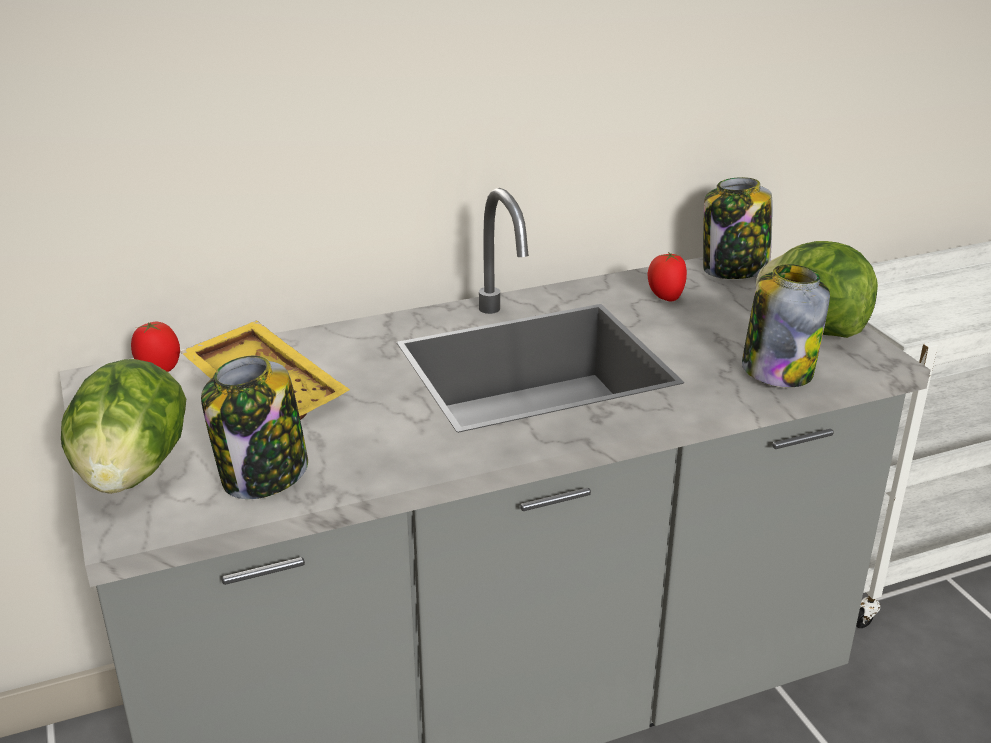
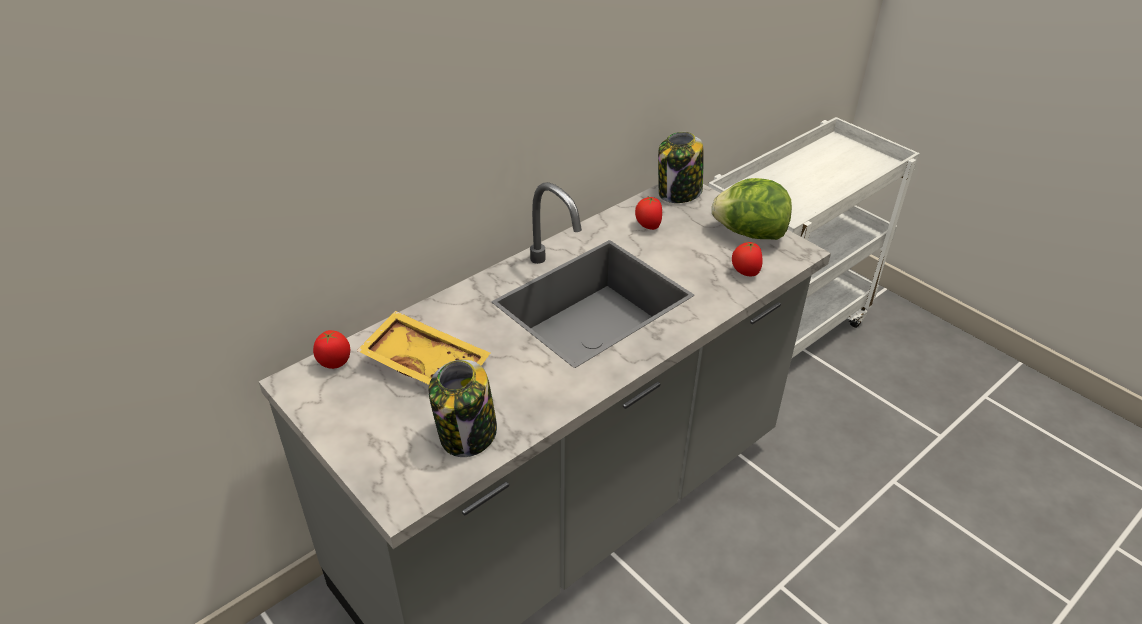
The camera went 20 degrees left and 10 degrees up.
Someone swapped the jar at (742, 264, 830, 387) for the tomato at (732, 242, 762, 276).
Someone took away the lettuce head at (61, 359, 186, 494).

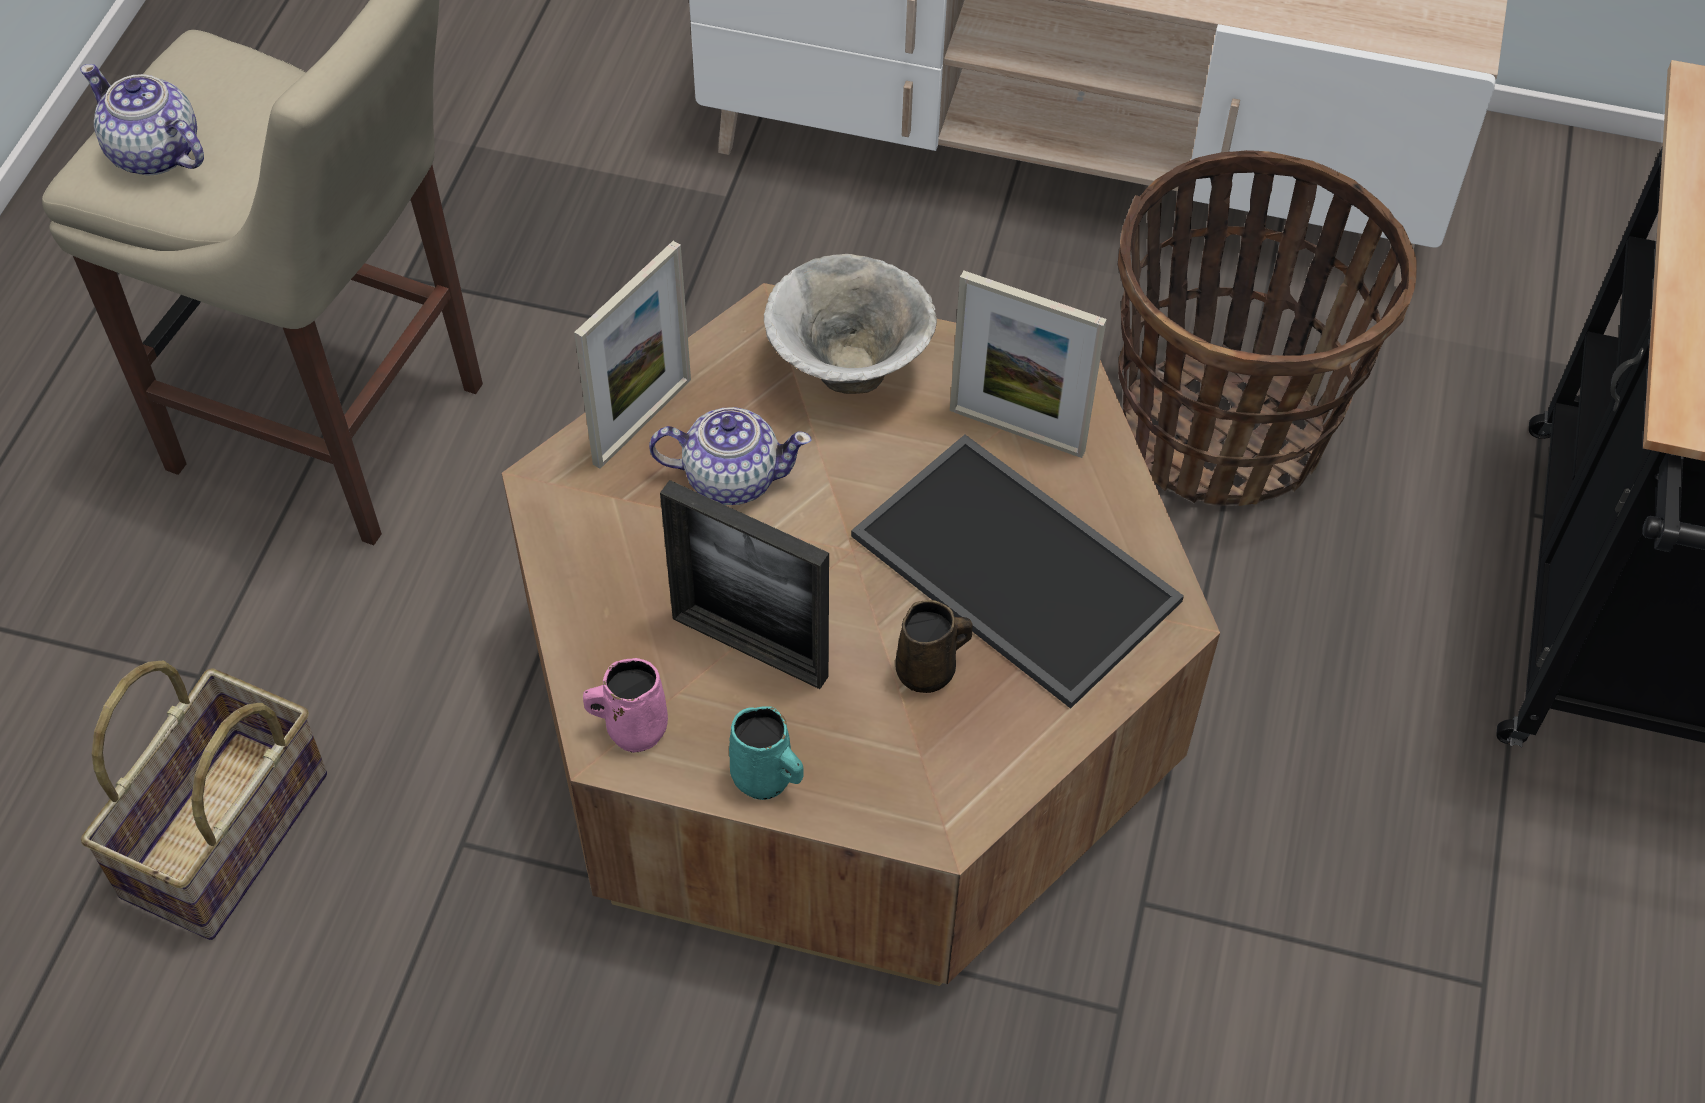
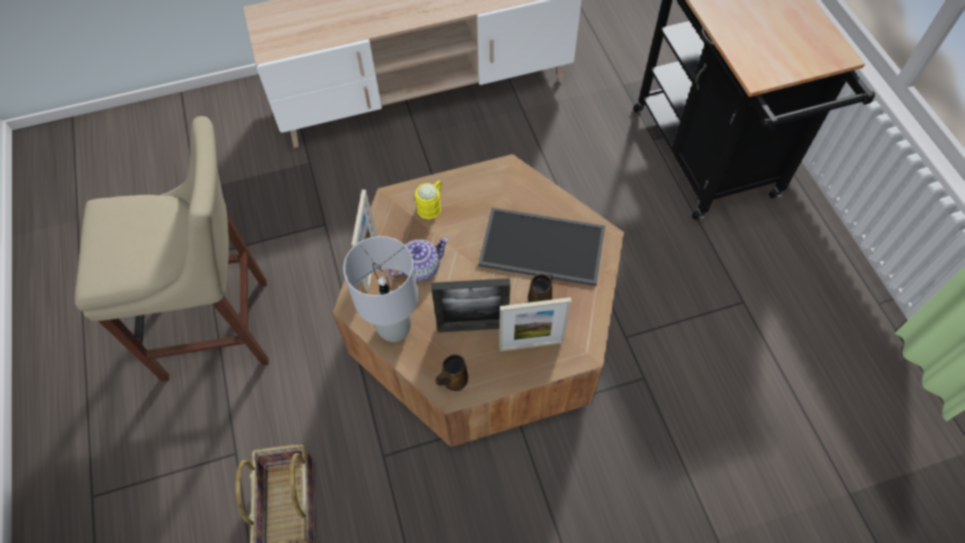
The camera went 30 degrees left and 5 degrees up.
Someone put down the tabletop lamp in greyish at (343, 236, 419, 342).
Someone swapped the deep dish at (764, 254, 937, 394) for the tea mug in yellowish at (415, 181, 442, 220).
Someone repainted the tea mug in pink at (583, 658, 668, 753), which became the tea mug in brown at (436, 354, 468, 391).
Someone carried the standing frame from (950, 271, 1107, 458) to (499, 297, 572, 352).
Someone took away the teapot at (80, 64, 204, 176).
Someone took away the tea mug in turquoise-coloured at (729, 706, 804, 800).
Someone took away the storage basket at (1118, 150, 1416, 506).

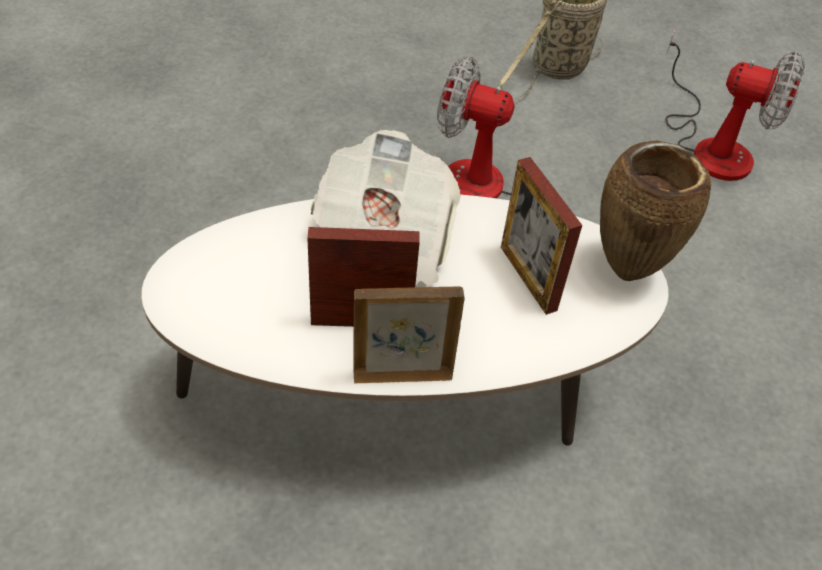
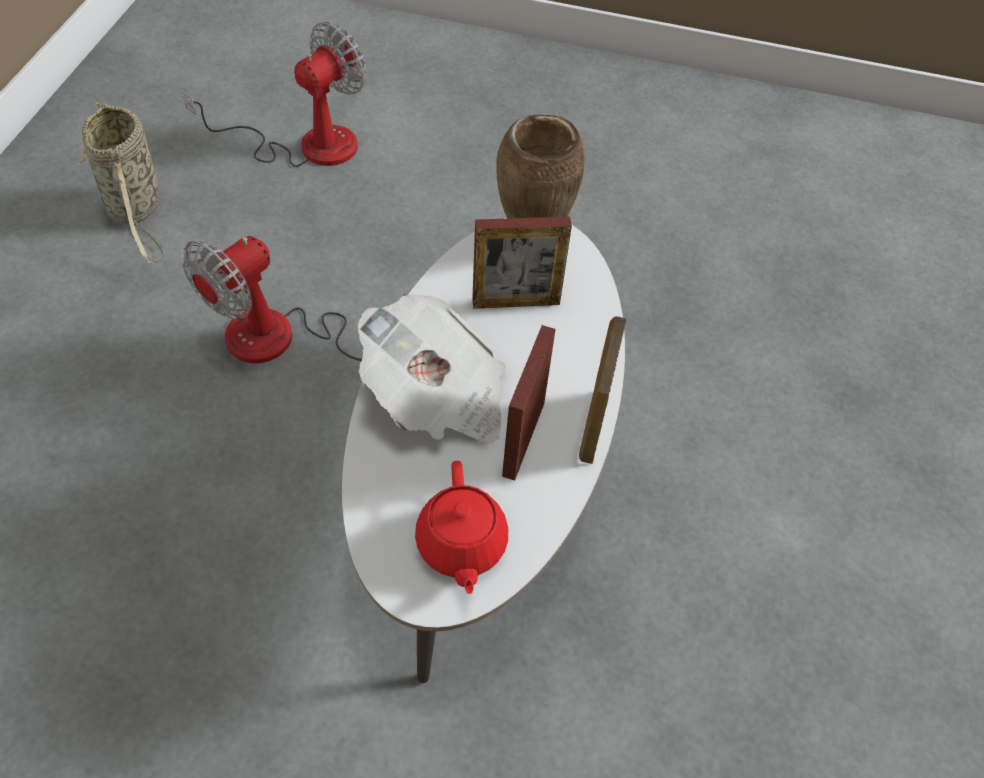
The camera went 70 degrees left and 5 degrees up.
Someone put down the teapot in red at (415, 461, 508, 594).

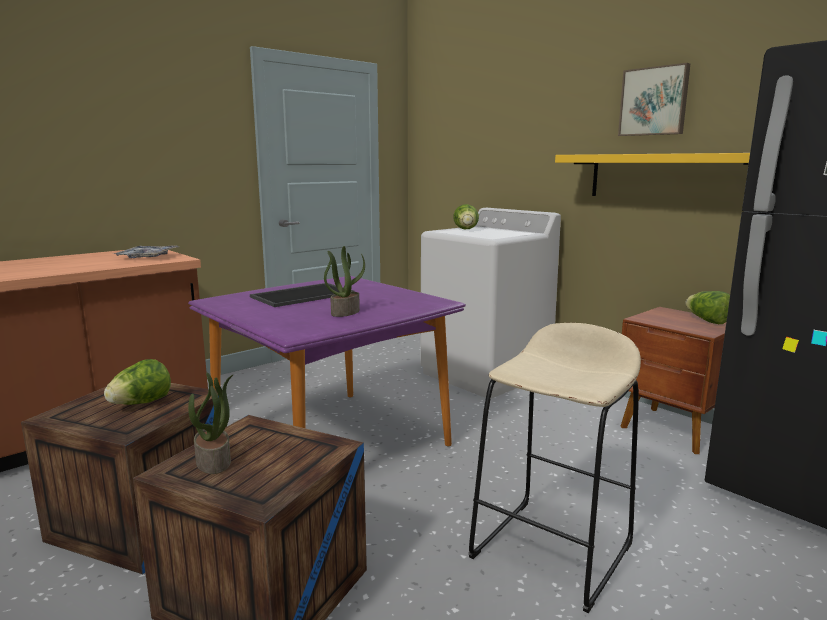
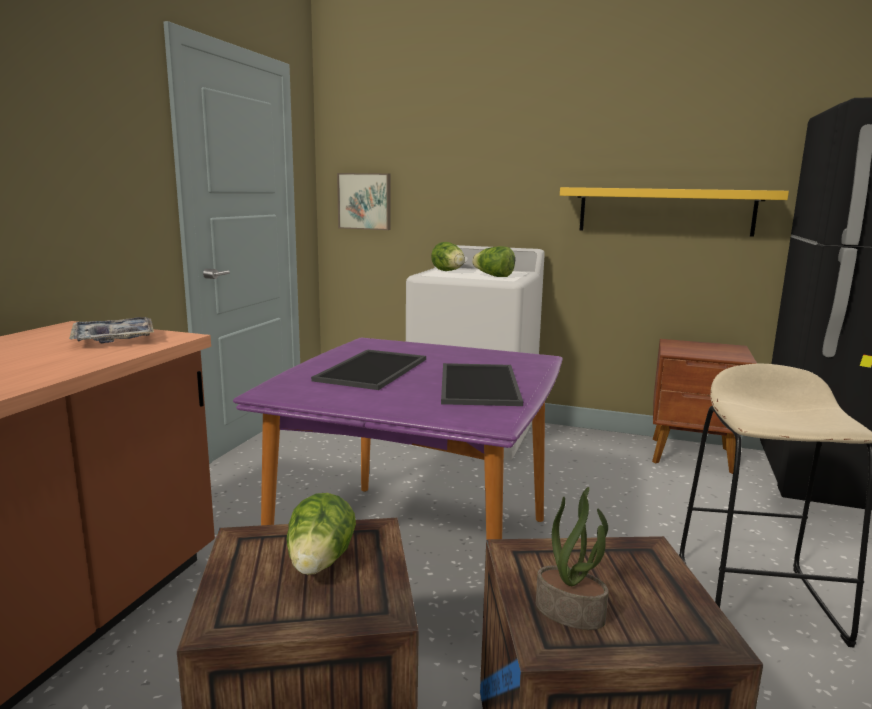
The camera went 30 degrees left and 0 degrees up.
Someone carried the wall picture from (618, 63, 690, 136) to (337, 173, 390, 230).
Someone swapped the houseplant at (324, 246, 365, 317) for the carrying tray at (441, 363, 523, 406).
Someone carried the lettuce head from (685, 291, 730, 324) to (472, 246, 515, 277).

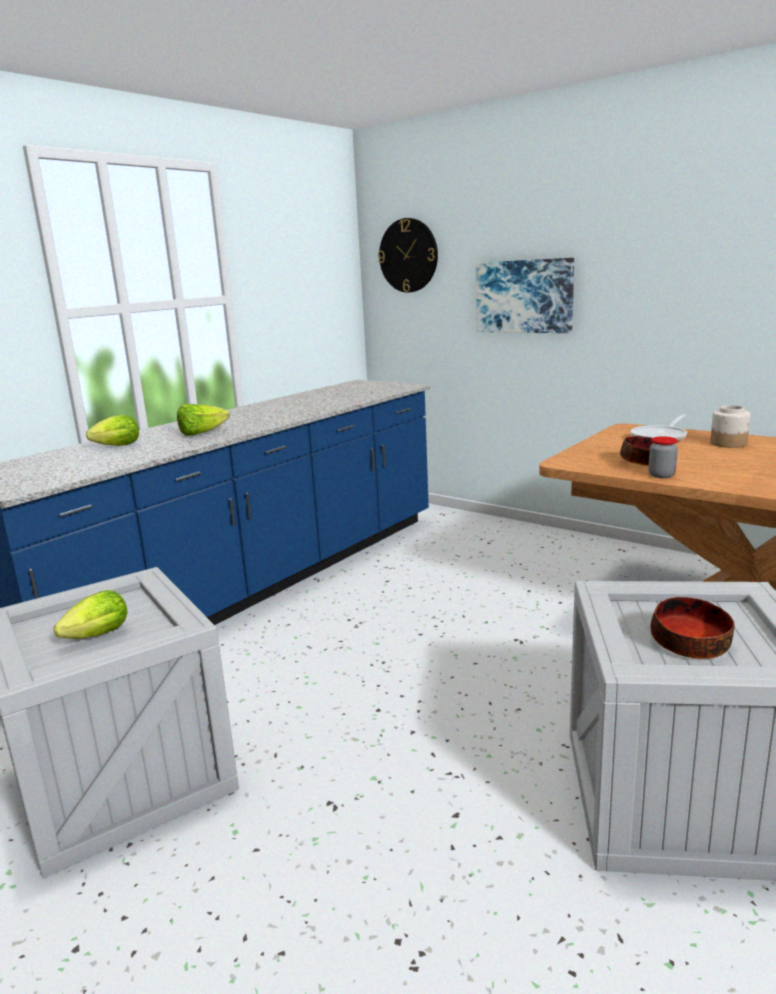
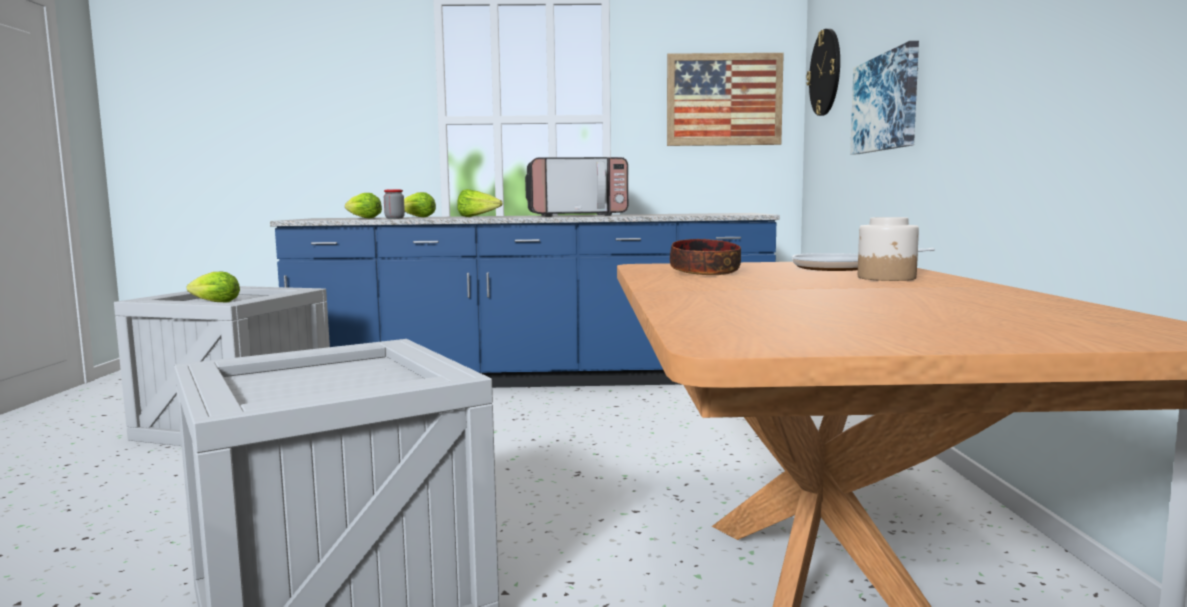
The camera went 50 degrees right and 10 degrees down.
Someone put down the lettuce head at (345, 193, 382, 218).
Someone carried the jar from (648, 436, 678, 478) to (384, 189, 405, 219).
Someone put down the microwave oven at (525, 157, 628, 217).
Someone put up the wall picture at (667, 53, 784, 146).
Someone took away the deep dish at (650, 597, 735, 659).

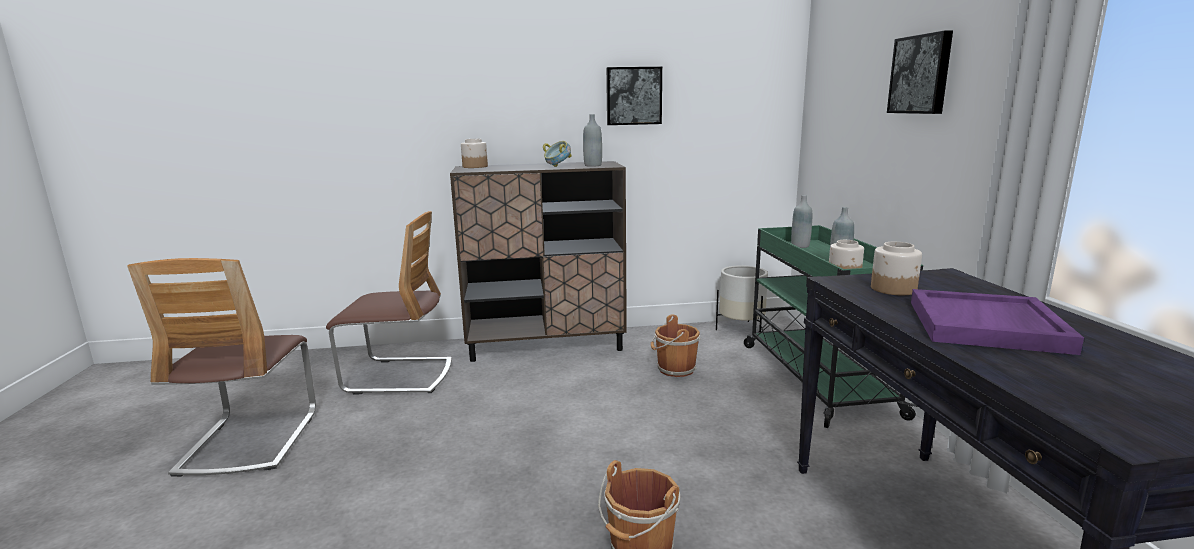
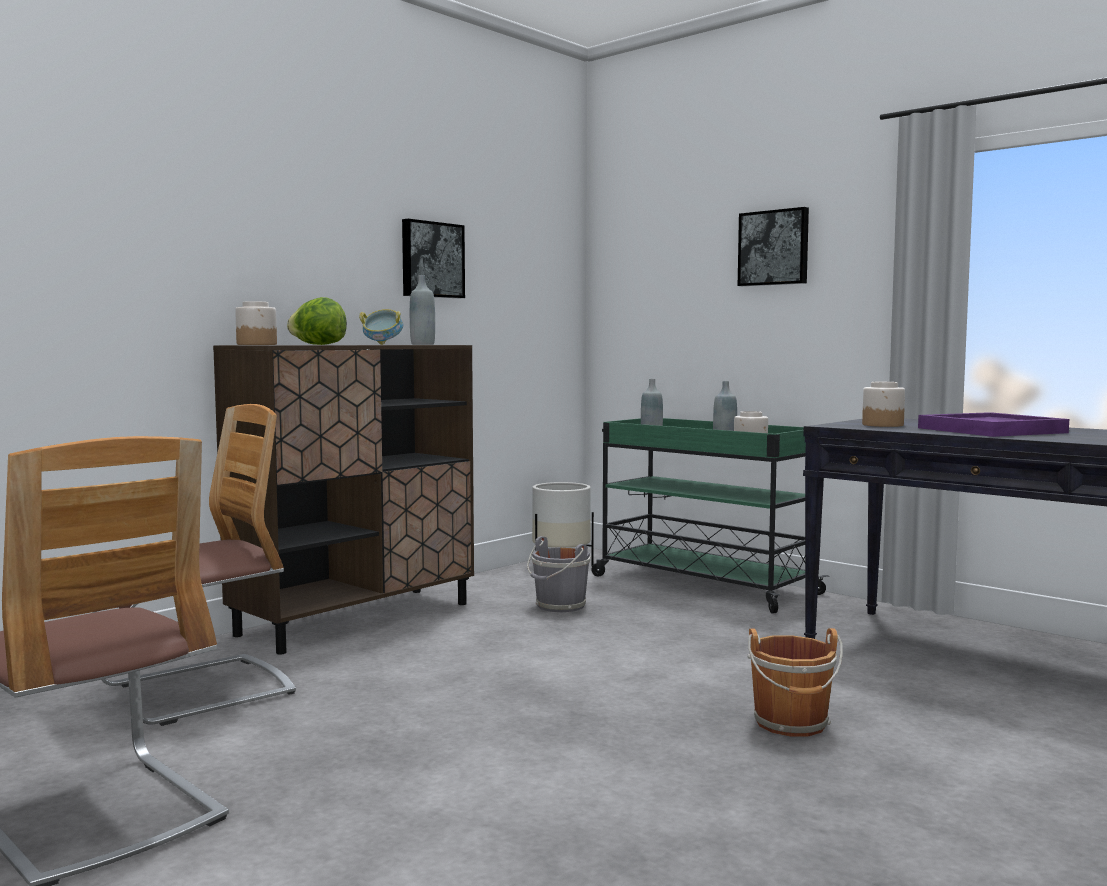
The camera went 40 degrees left and 10 degrees down.
Someone put down the lettuce head at (287, 297, 347, 345).
Someone repainted the water bucket in brown at (651, 315, 701, 377), which became the water bucket in greyish at (527, 536, 591, 612).

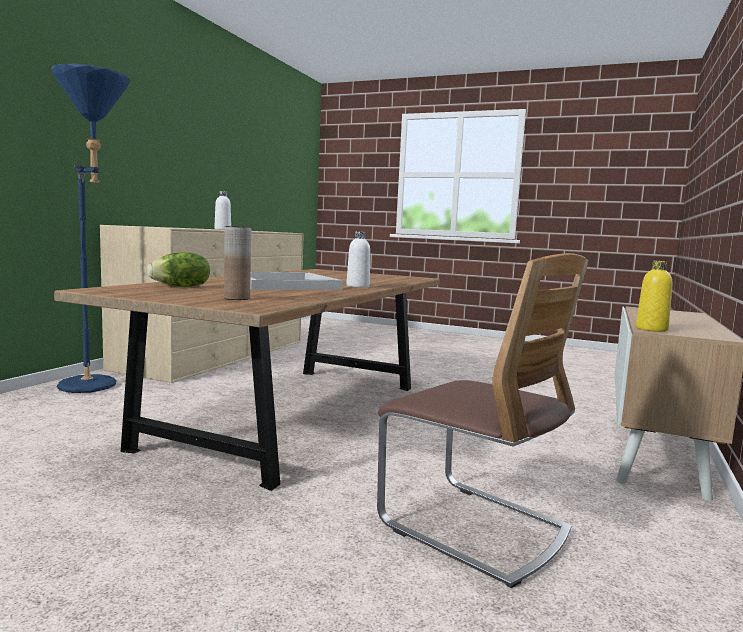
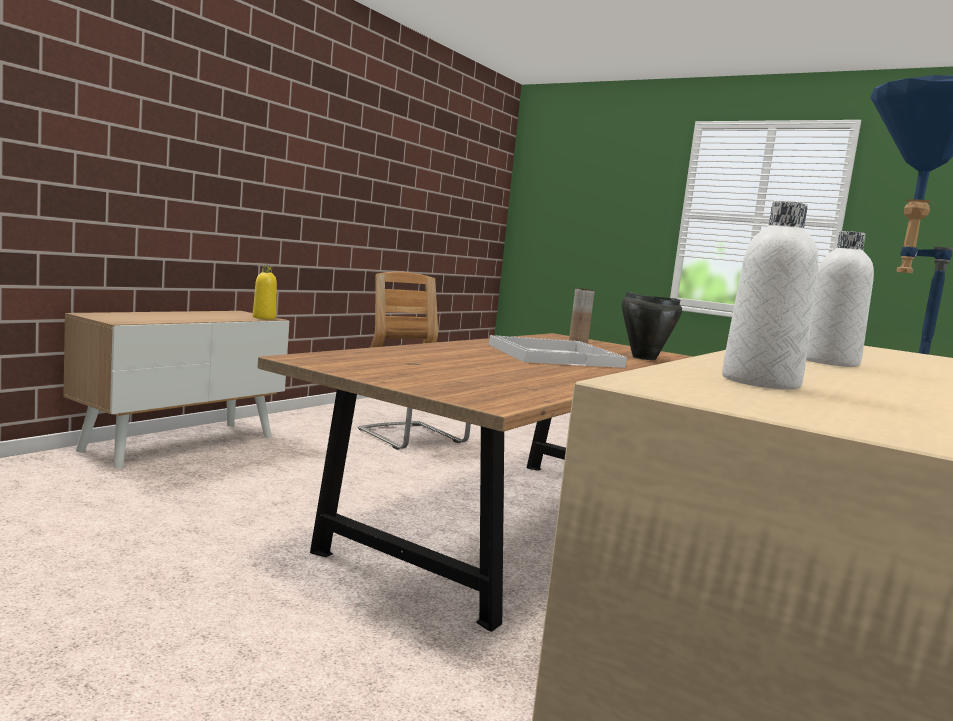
The camera went 170 degrees left and 0 degrees up.
Someone swapped the lettuce head at (147, 252, 210, 287) for the cooking pot in black at (622, 292, 682, 360).
Someone carried the drink bottle in white-coloured from (347, 231, 370, 288) to (722, 202, 819, 390).

